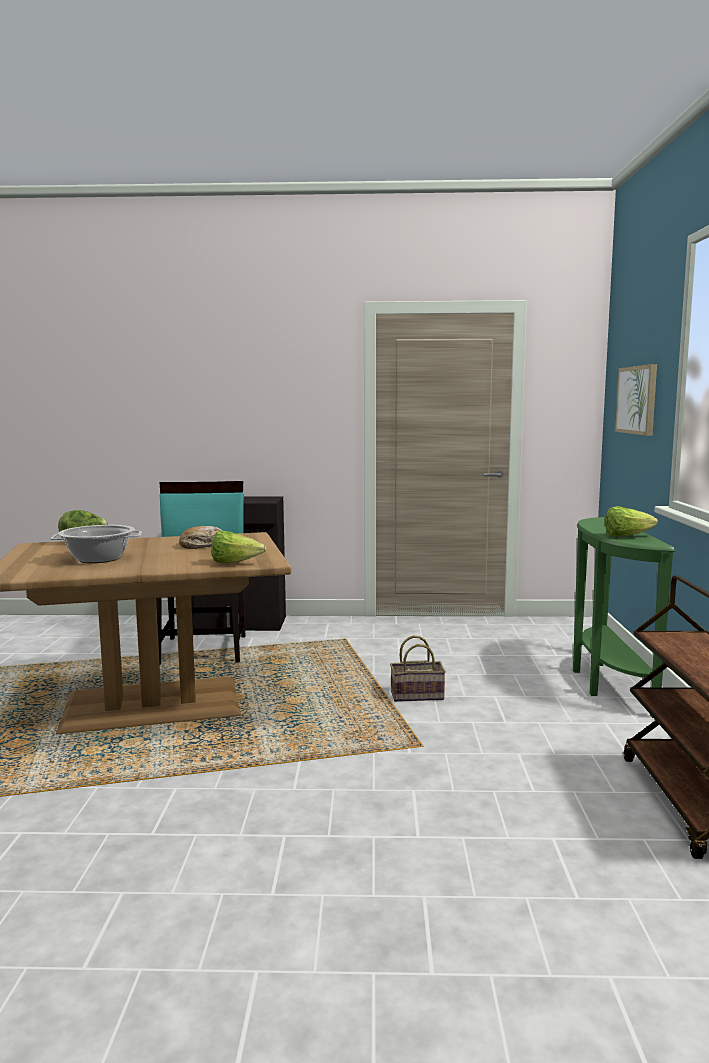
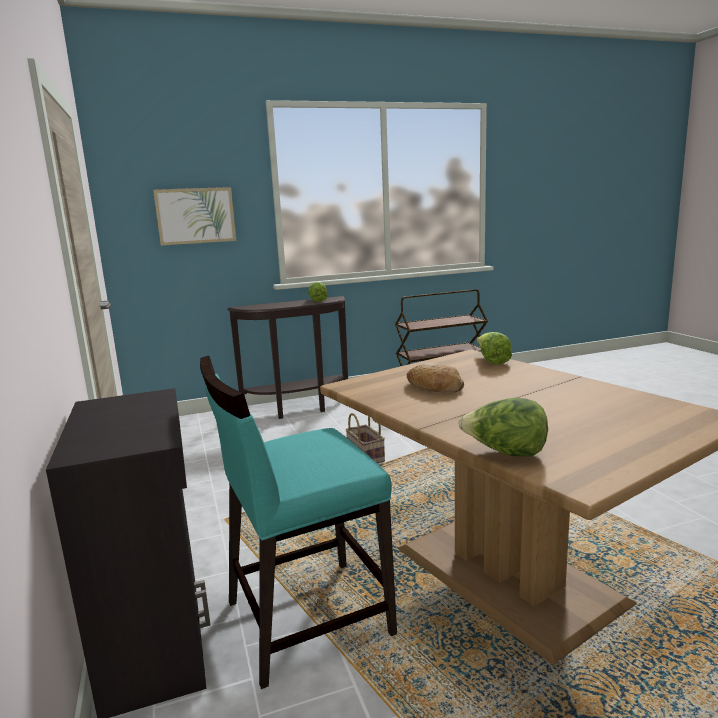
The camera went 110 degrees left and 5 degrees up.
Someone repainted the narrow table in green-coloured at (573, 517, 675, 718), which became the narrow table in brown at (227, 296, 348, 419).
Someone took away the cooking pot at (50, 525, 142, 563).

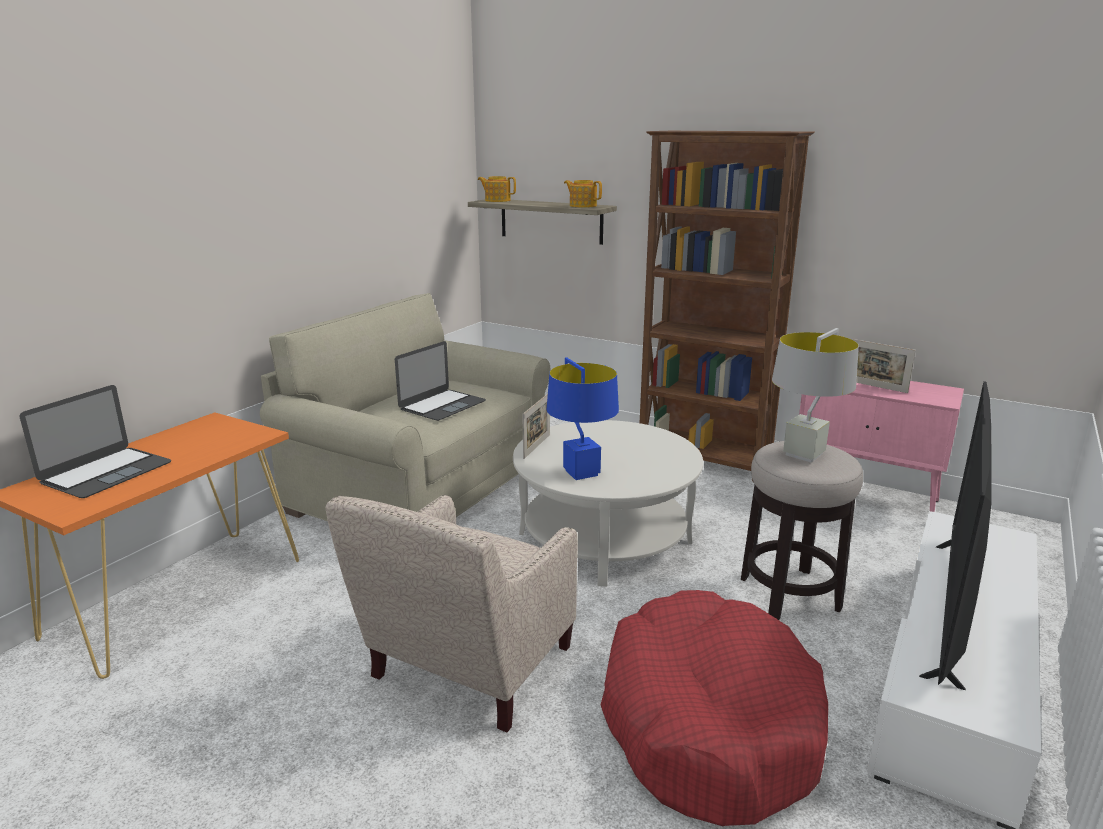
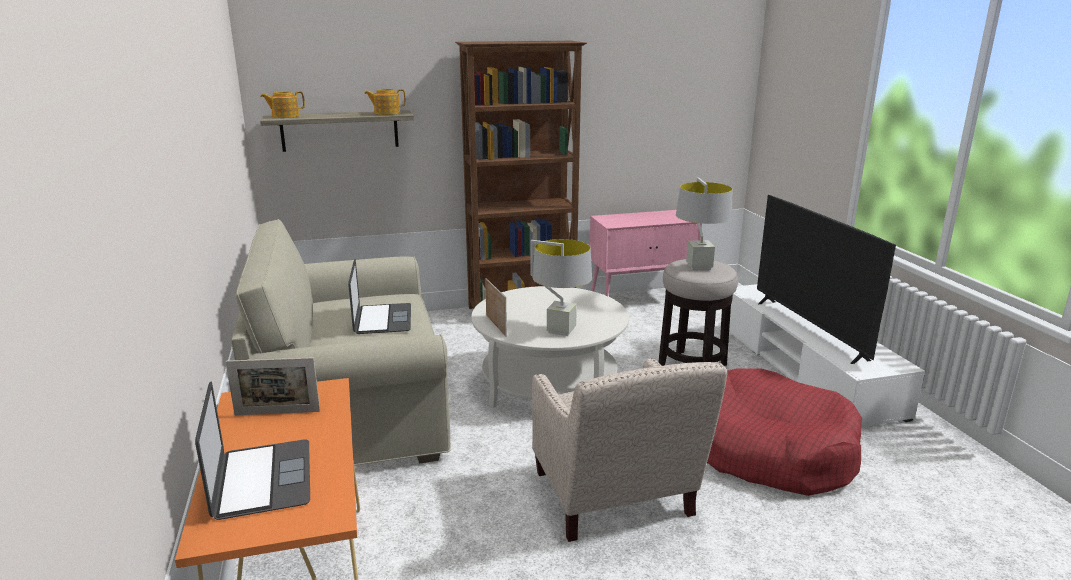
The camera went 45 degrees left and 0 degrees up.
Someone carried the standing frame from (852, 339, 916, 393) to (225, 357, 320, 415).
Someone repainted the tabletop lamp in blue at (547, 357, 619, 480), which became the tabletop lamp in greyish at (531, 239, 592, 336).

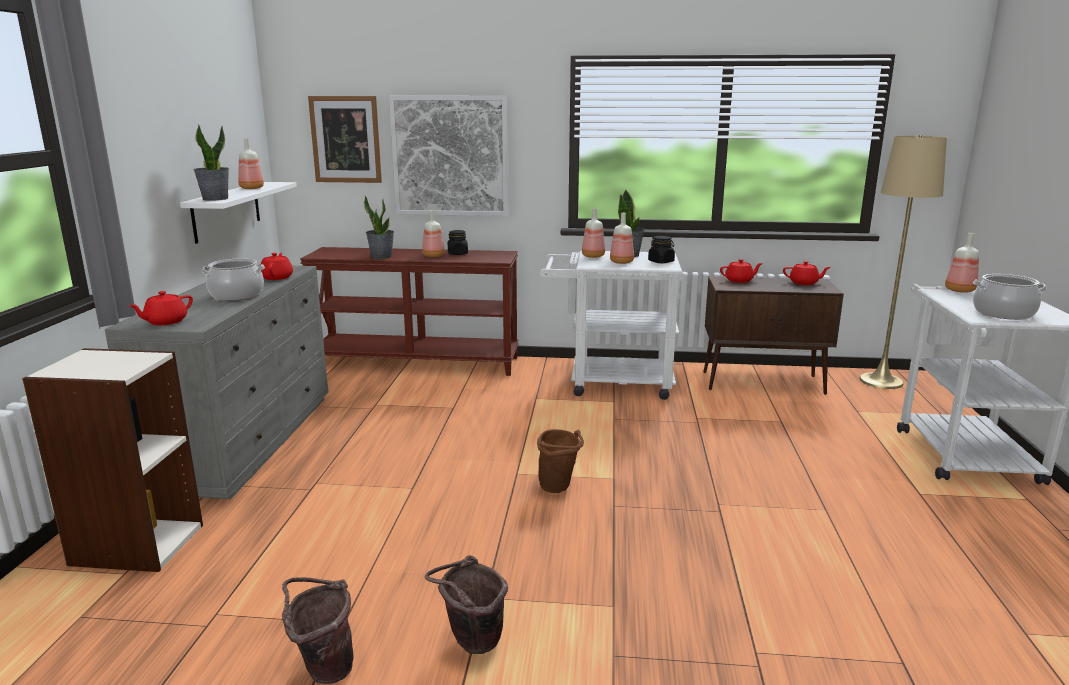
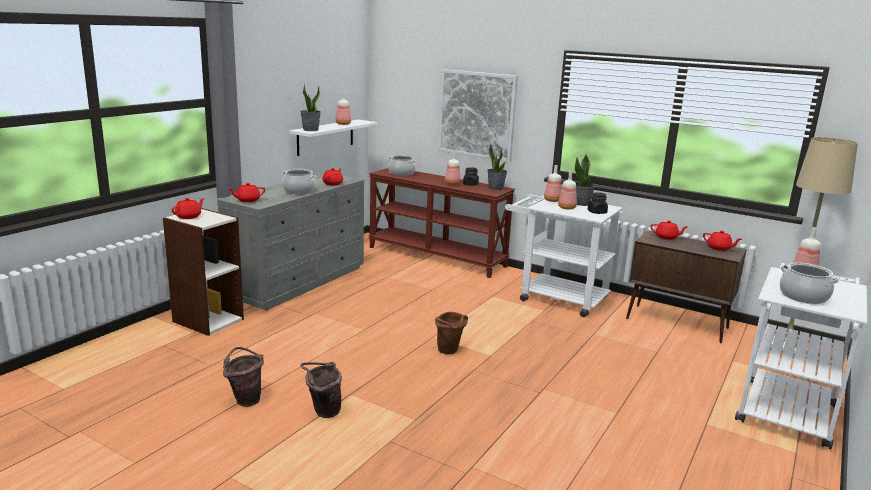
The camera went 25 degrees right and 0 degrees up.
Someone put down the teapot in red at (172, 198, 205, 219).
Someone put down the cooking pot at (388, 155, 416, 176).
Someone carried the houseplant from (364, 196, 394, 259) to (487, 144, 507, 190).
Someone took away the wall picture at (308, 96, 382, 183).

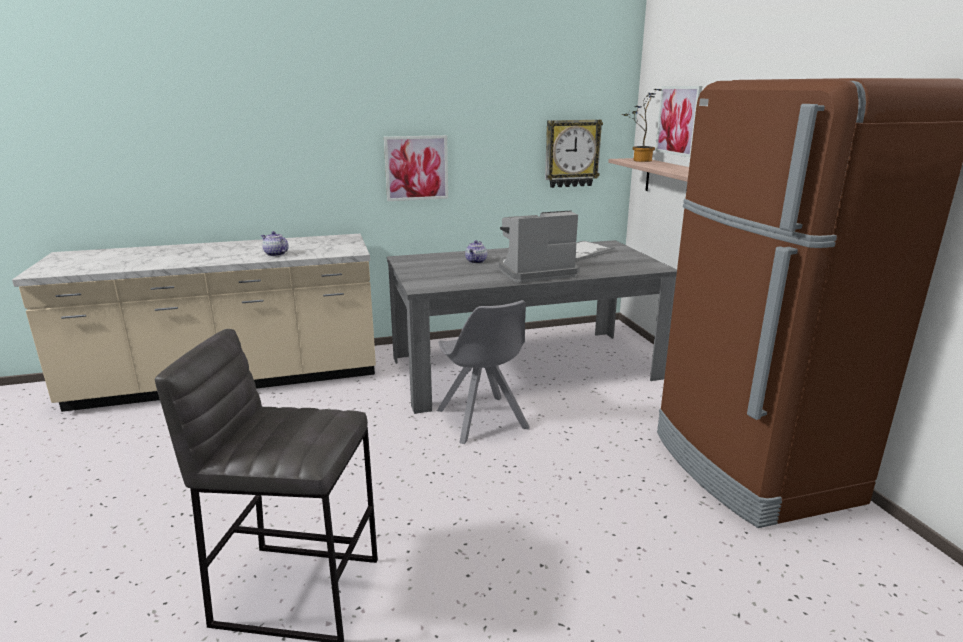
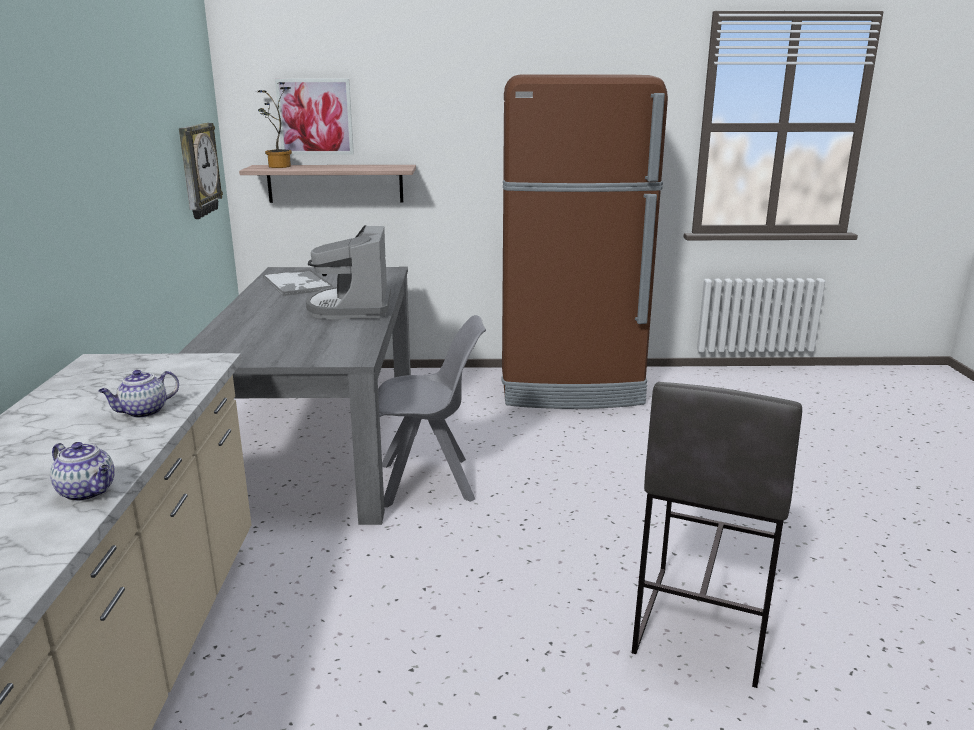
The camera went 75 degrees left and 0 degrees up.
Someone carried the teapot from (465, 240, 487, 264) to (50, 442, 115, 501).
Someone took away the wall picture at (384, 135, 448, 201).

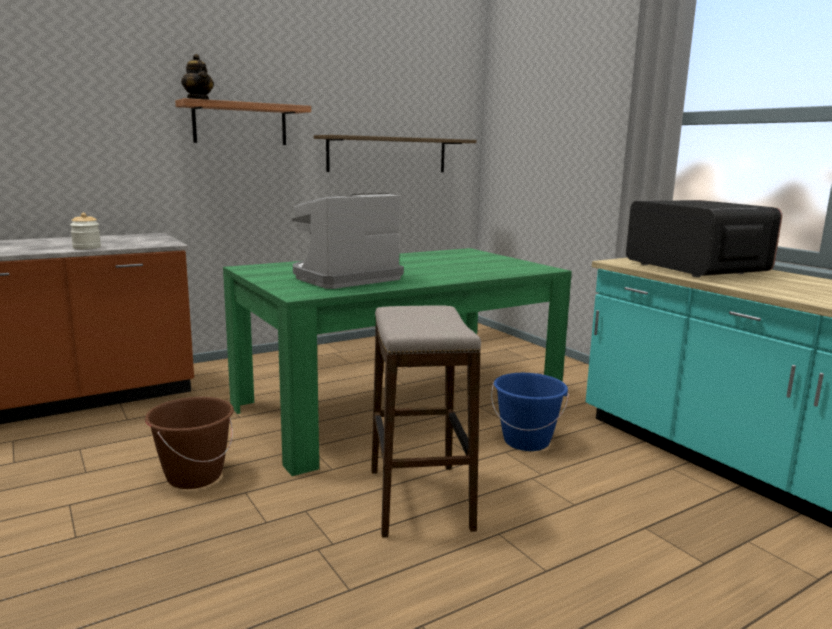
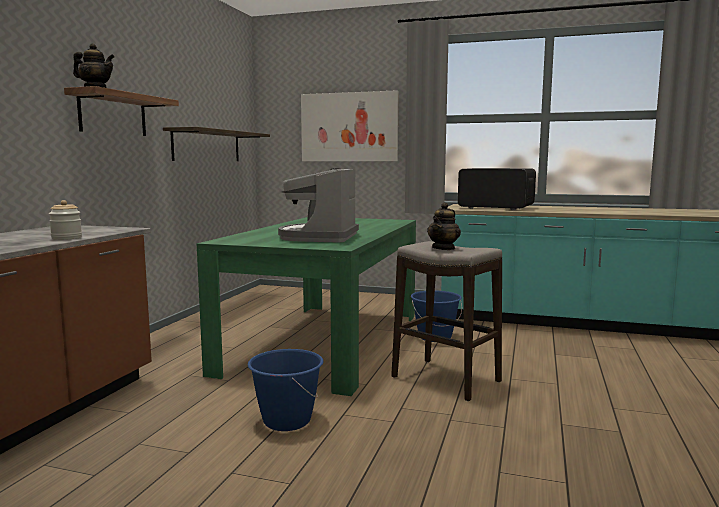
The camera went 40 degrees left and 5 degrees down.
Someone repainted the water bucket in brown at (145, 397, 234, 489), which became the water bucket in blue at (248, 349, 324, 431).
Someone put up the wall picture at (301, 90, 399, 161).
Someone put down the teapot at (427, 202, 461, 250).

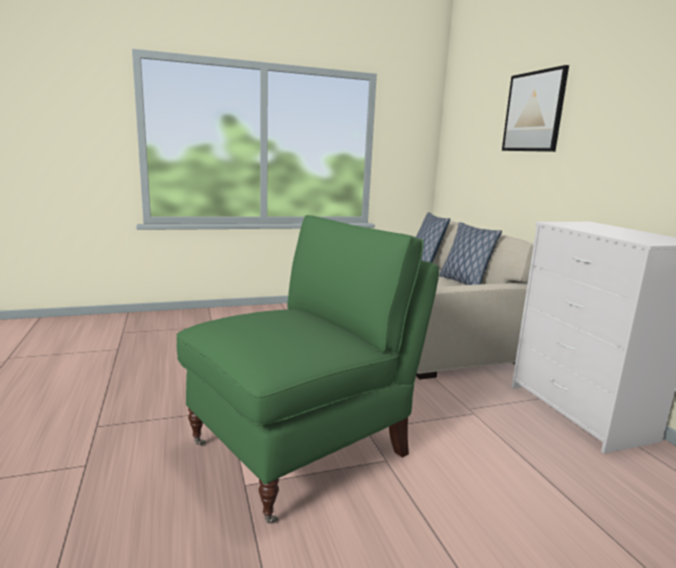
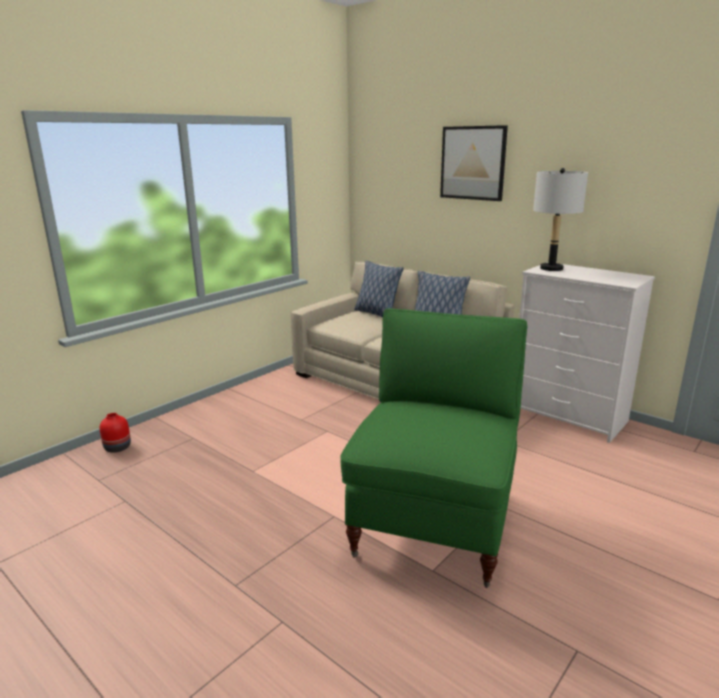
The camera went 30 degrees left and 5 degrees up.
Someone put down the flower vase in red at (100, 413, 131, 453).
Someone put down the tabletop lamp in greyish at (533, 168, 588, 271).

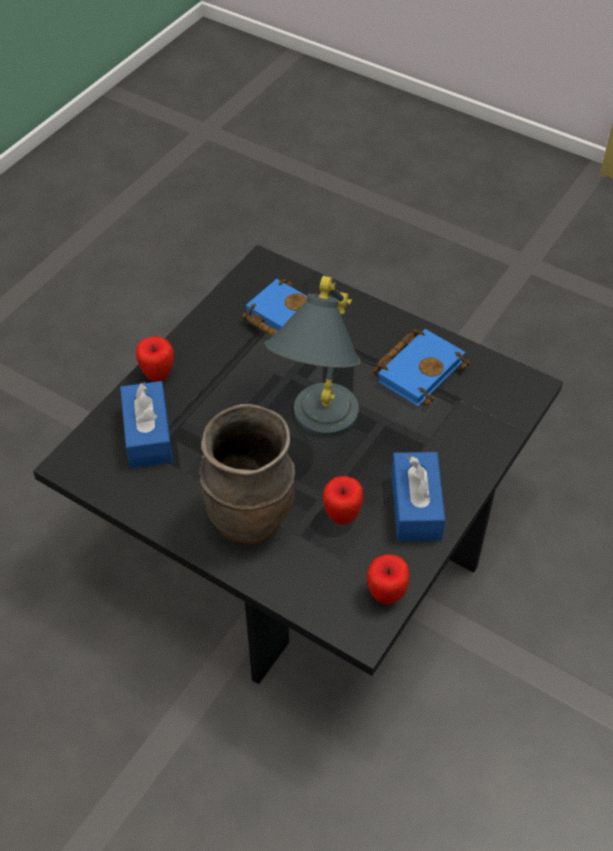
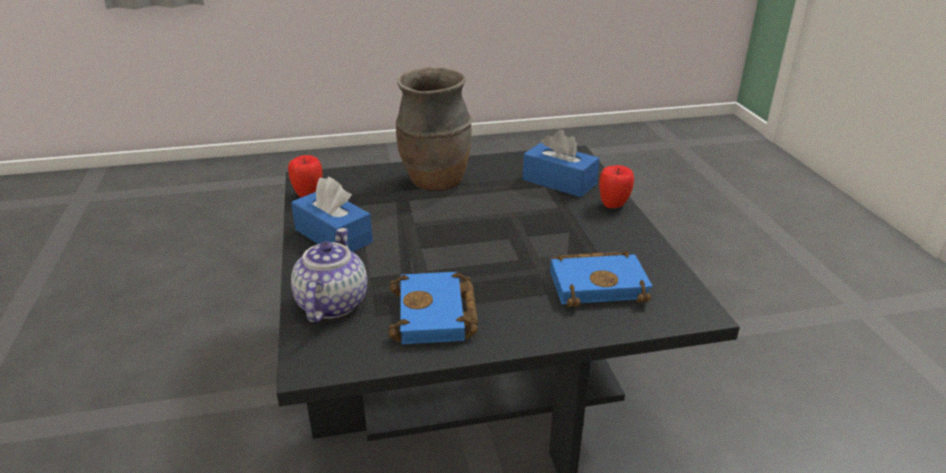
The camera went 135 degrees right and 20 degrees down.
Someone put down the teapot at (291, 228, 367, 323).
Someone took away the tabletop lamp in greyish at (265, 276, 361, 437).
Someone took away the whole apple at (323, 476, 363, 525).

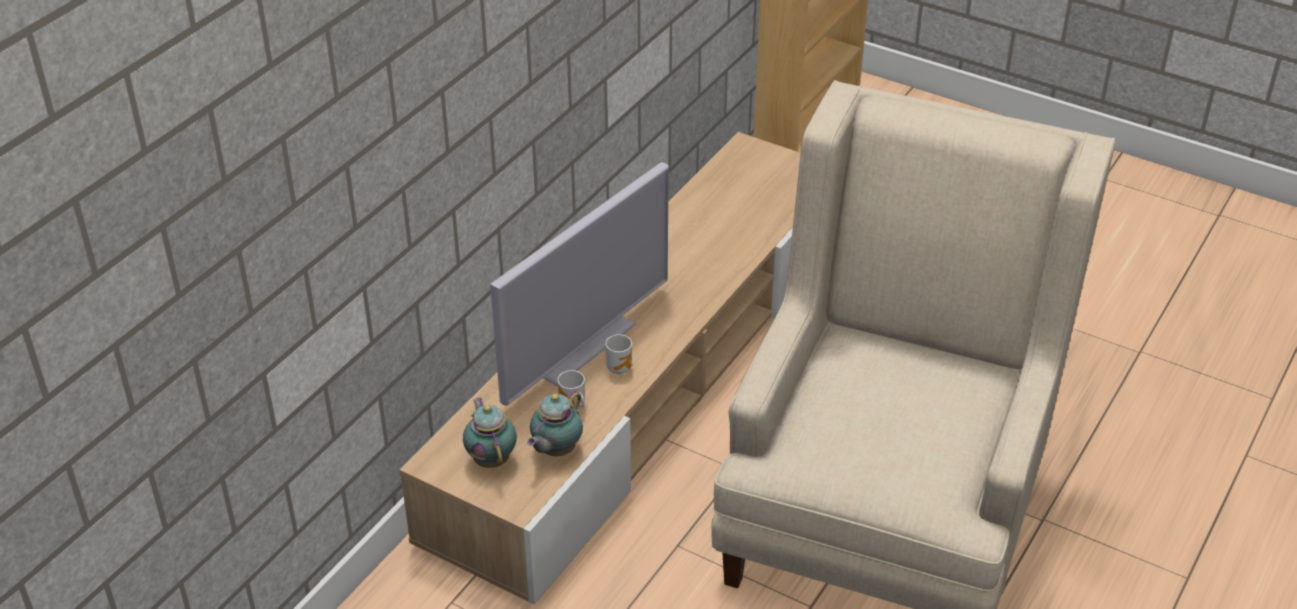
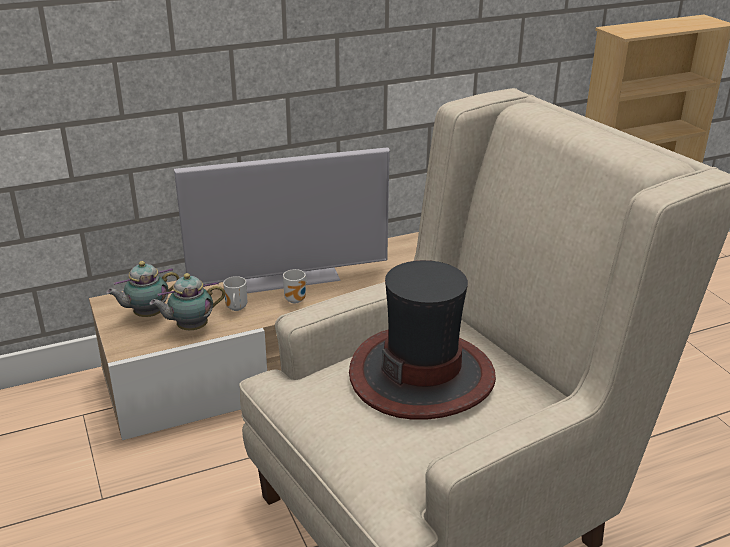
The camera went 35 degrees right and 10 degrees down.
Someone rotated the teapot at (463, 397, 517, 468) by 135 degrees counterclockwise.
Someone put down the wearable hat at (349, 260, 496, 420).

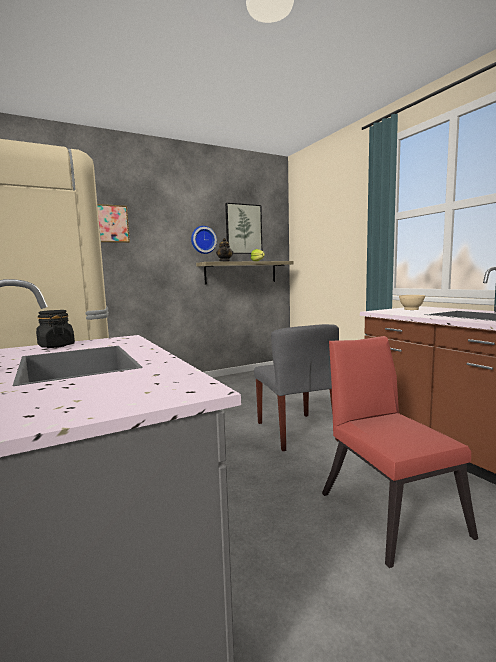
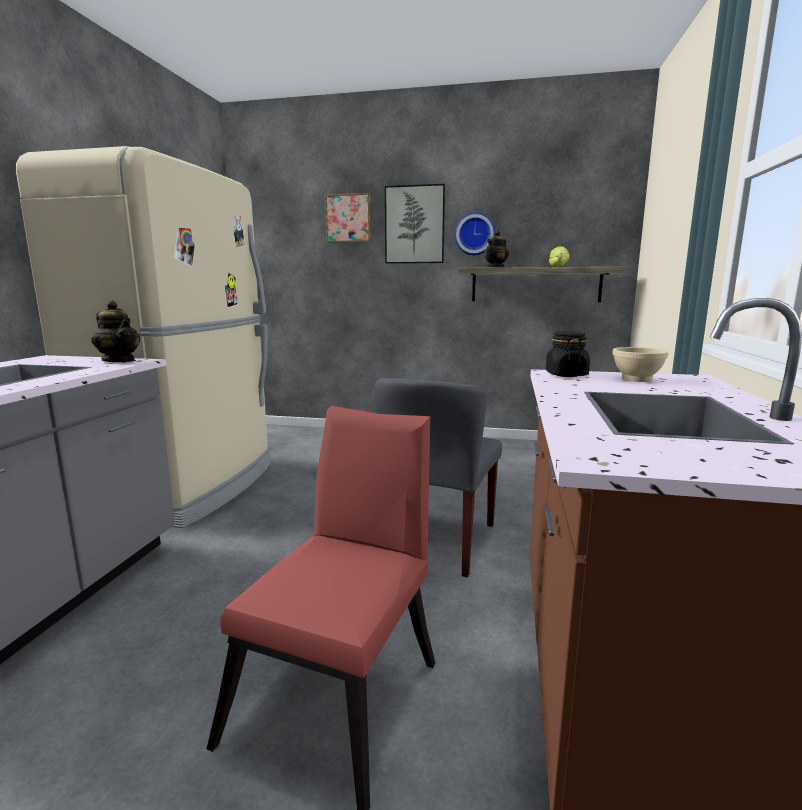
The camera went 40 degrees right and 5 degrees up.
Someone put down the teapot at (91, 300, 140, 362).
Someone carried the wall picture from (225, 203, 262, 254) to (385, 184, 445, 264).
Someone carried the jar in black from (36, 310, 75, 348) to (546, 331, 590, 377).

